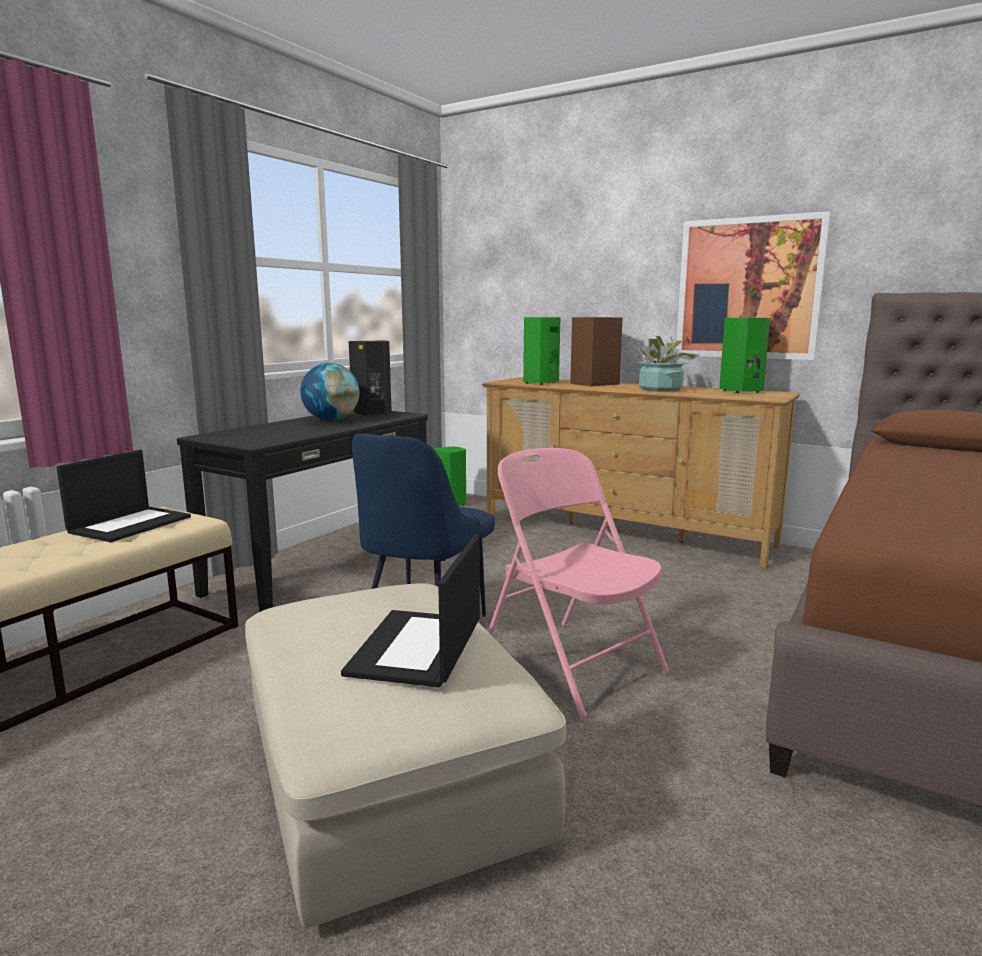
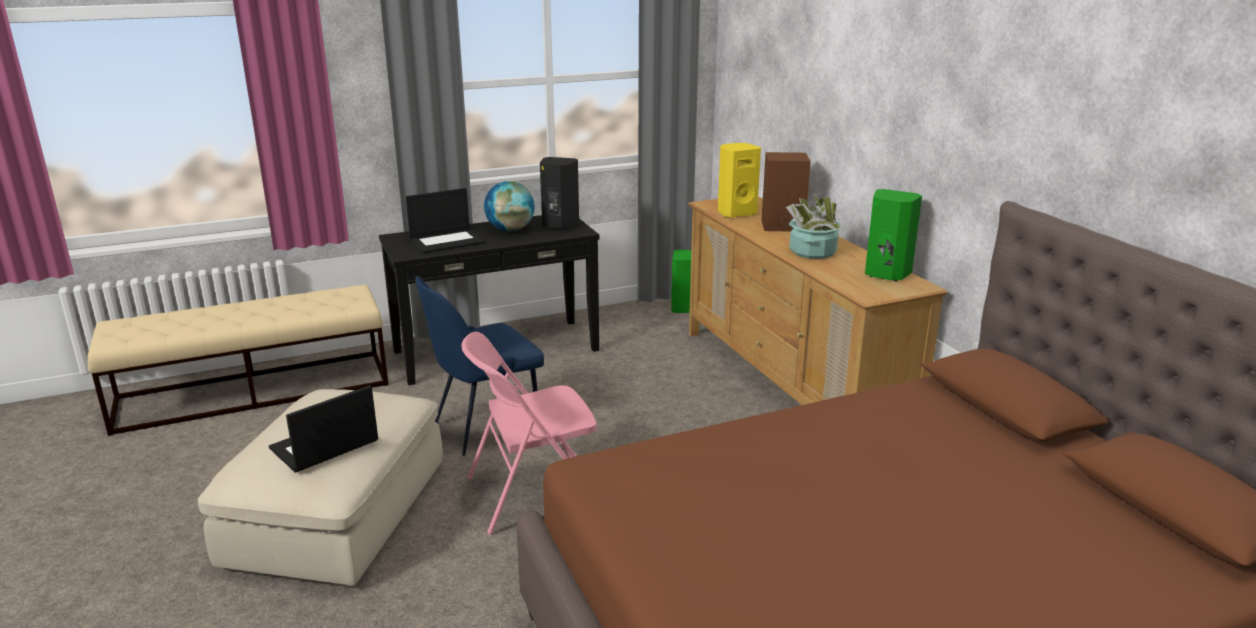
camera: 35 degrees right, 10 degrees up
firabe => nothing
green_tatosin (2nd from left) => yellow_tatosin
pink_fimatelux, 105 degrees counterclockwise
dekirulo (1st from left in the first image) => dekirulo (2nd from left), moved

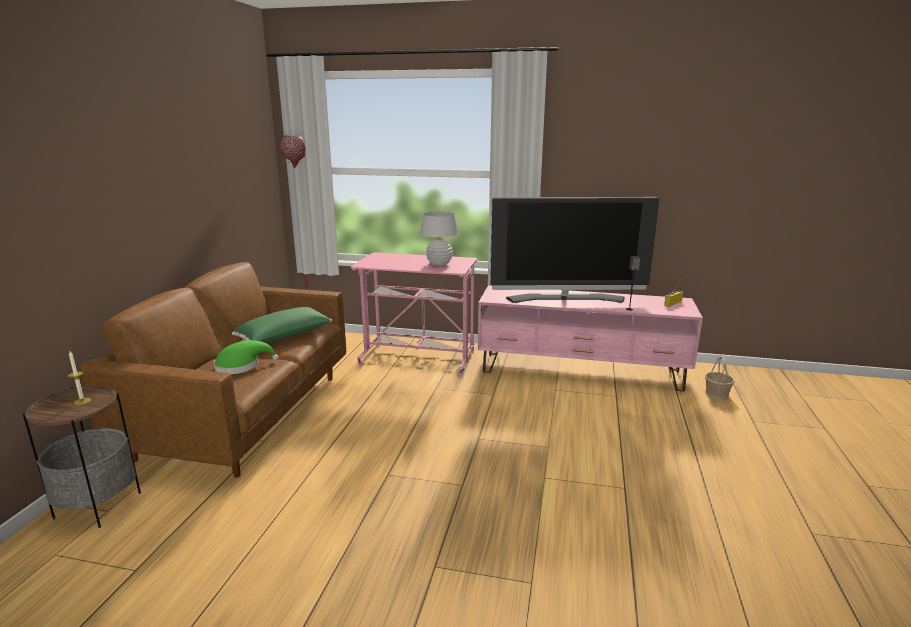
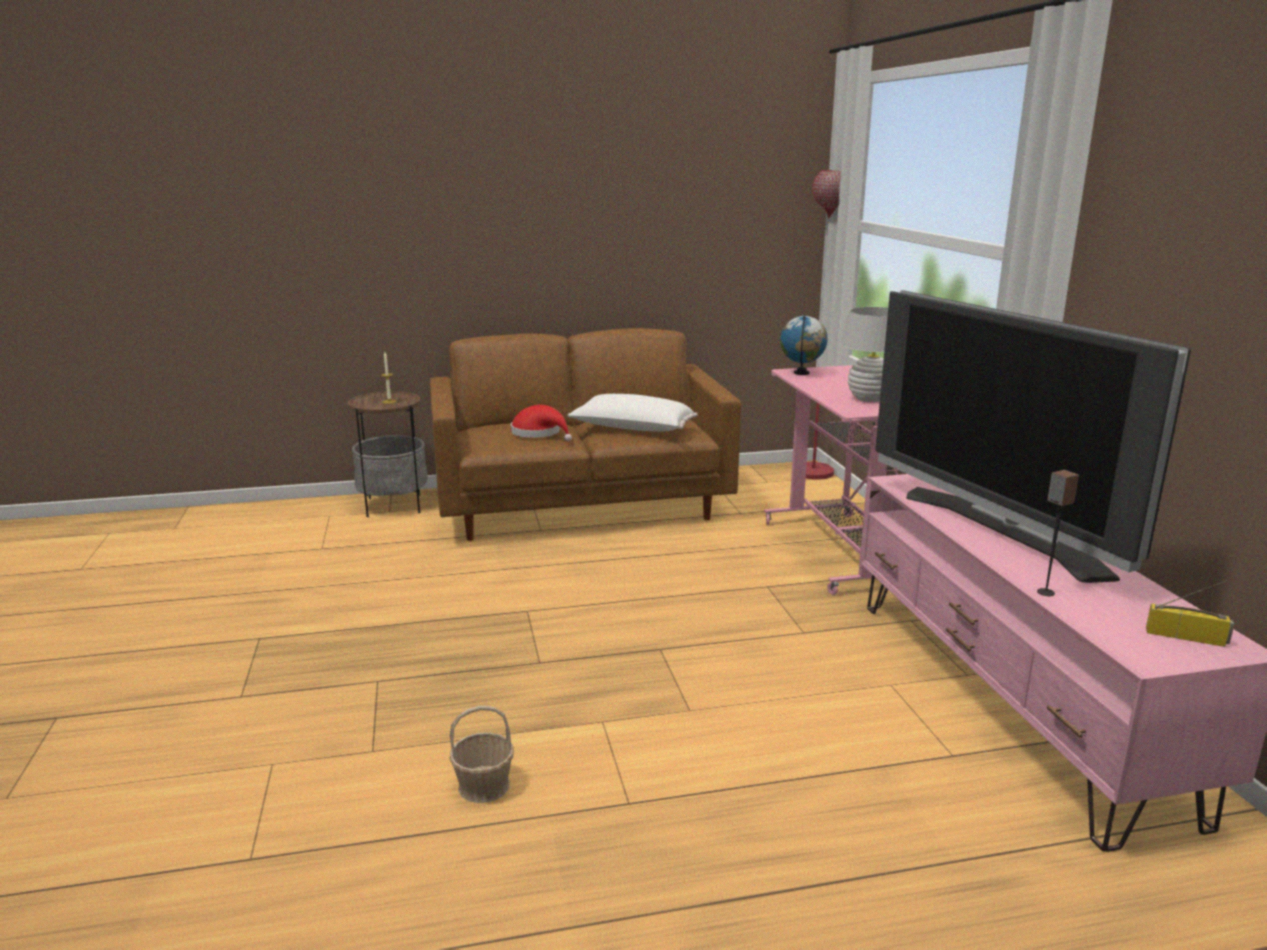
camera: 65 degrees right, 0 degrees up
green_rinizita => white_rinizita
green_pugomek => red_pugomek
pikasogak, moved
nothing => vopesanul

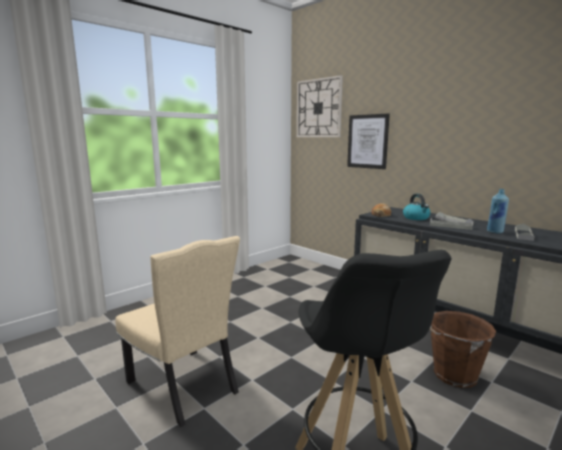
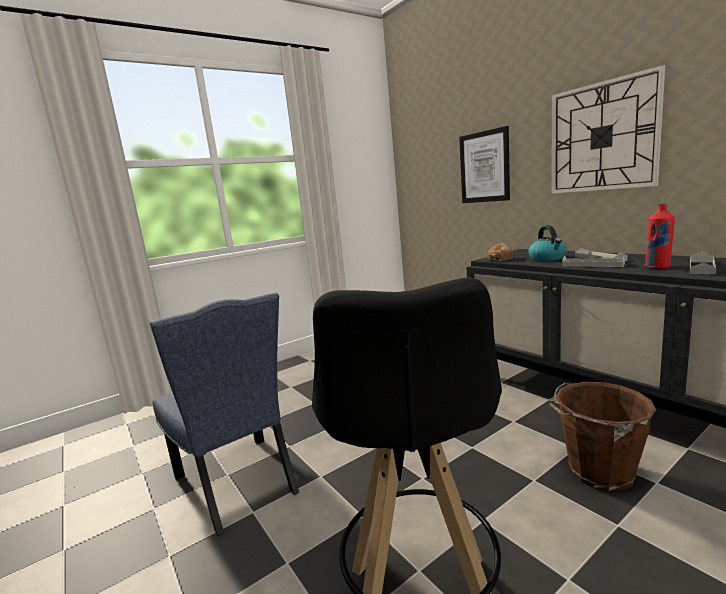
camera: 10 degrees right, 0 degrees up
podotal, moved
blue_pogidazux => red_pogidazux
beige_fimatelux => blue_fimatelux

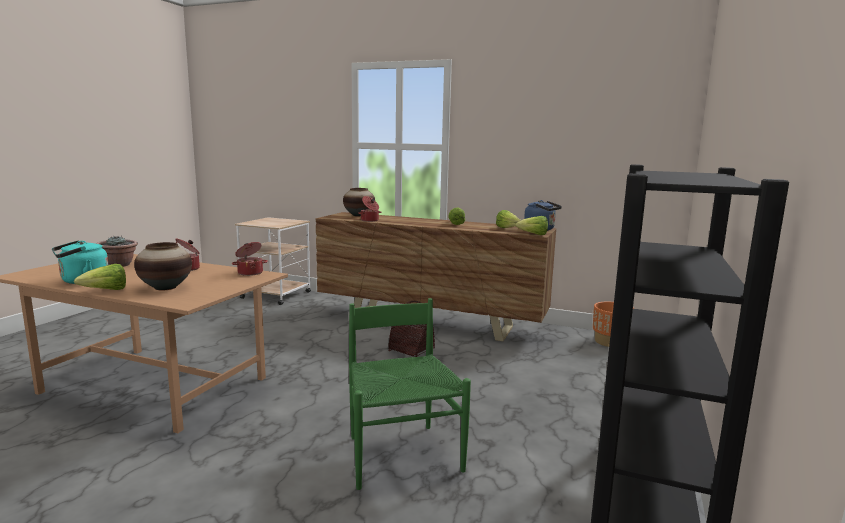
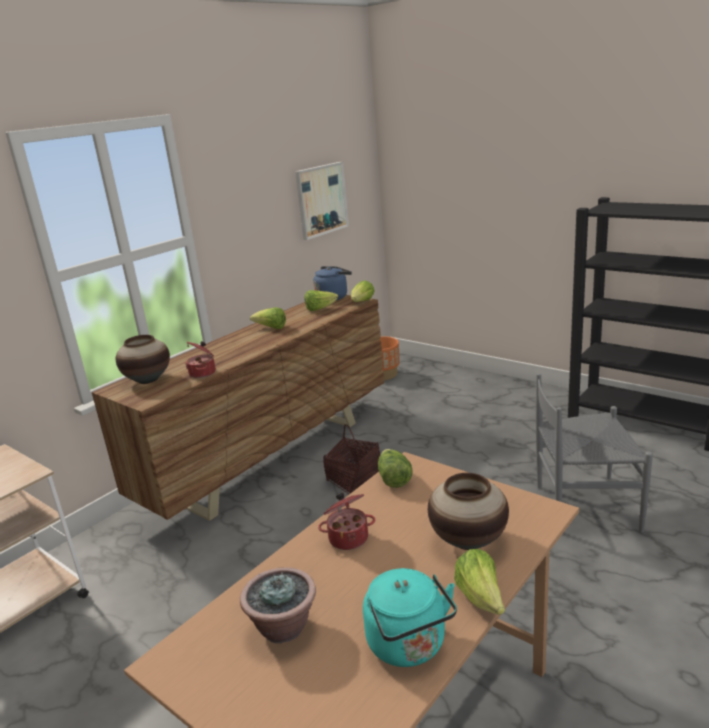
camera: 70 degrees left, 10 degrees up
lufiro (2nd from left) => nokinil (4th from left)
green_fimatelux => grey_fimatelux
nothing => firabe

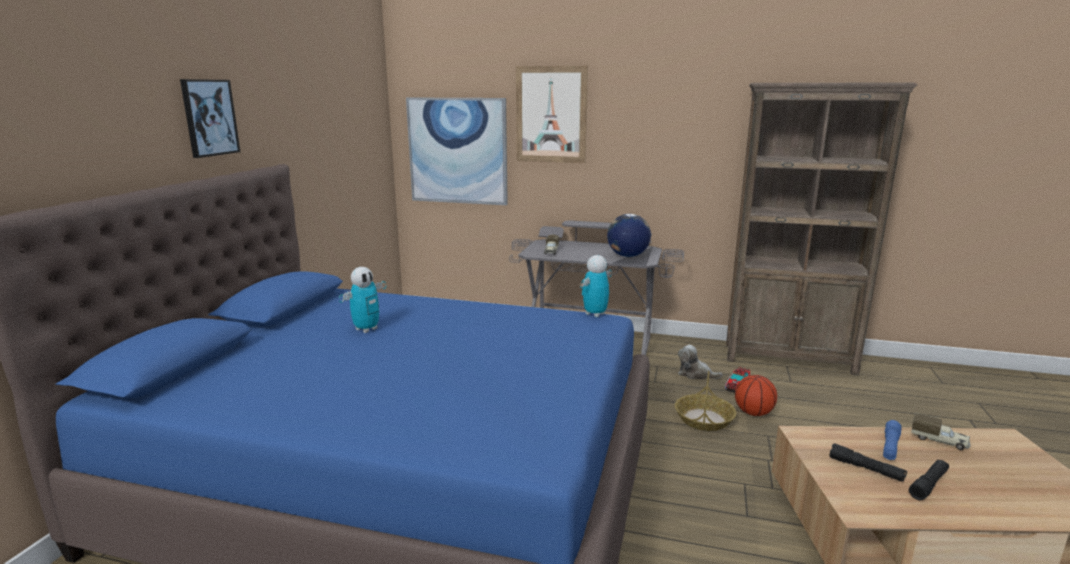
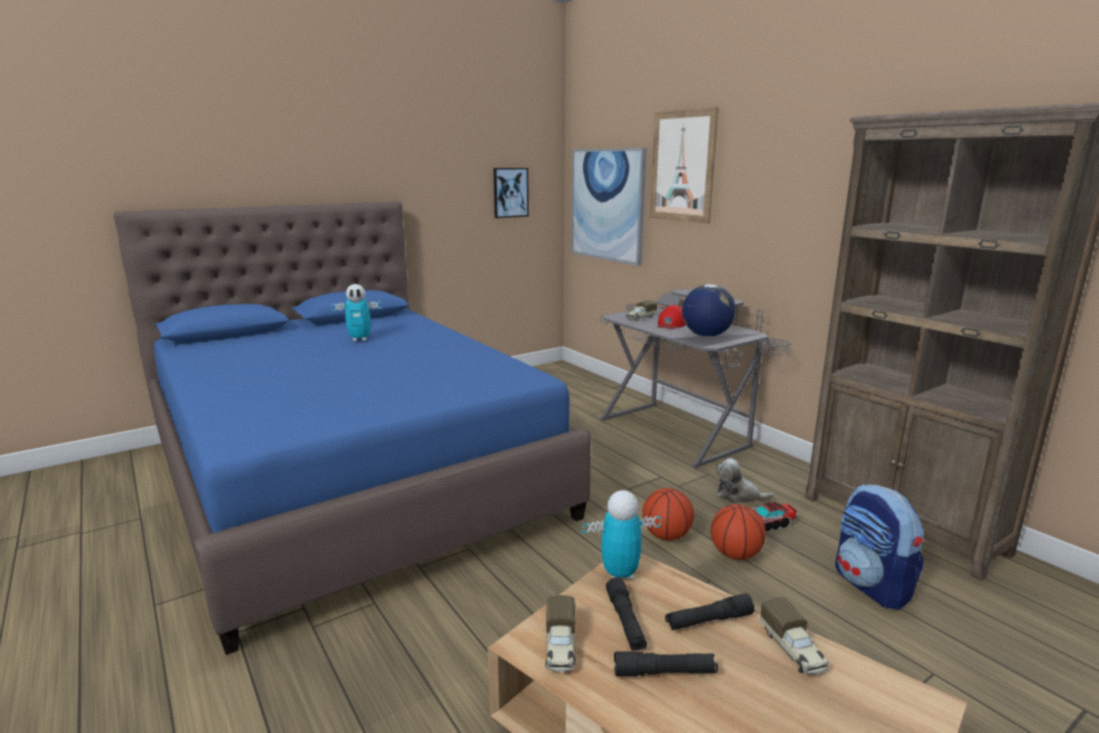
camera: 40 degrees right, 0 degrees up
firabe (1st from left), moved
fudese (2nd from left), moved
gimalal, 45 degrees counterclockwise
pikasogak => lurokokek (1st from left)
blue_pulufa => black_pulufa (3rd from left)
nothing => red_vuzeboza
nothing => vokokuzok
nothing => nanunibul (1st from left)

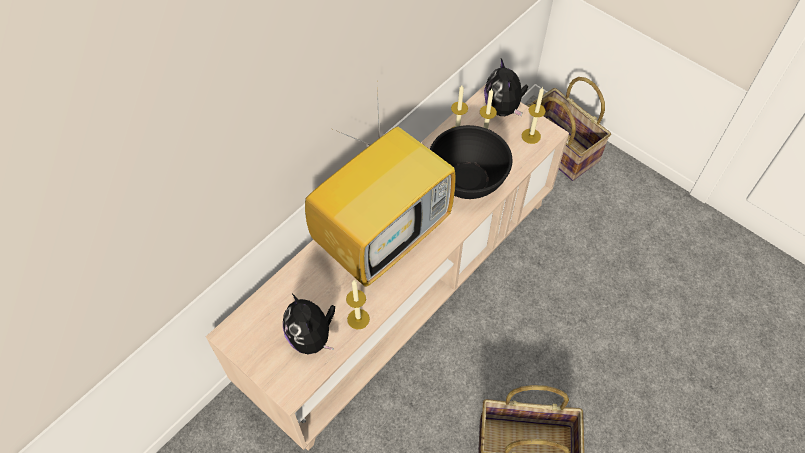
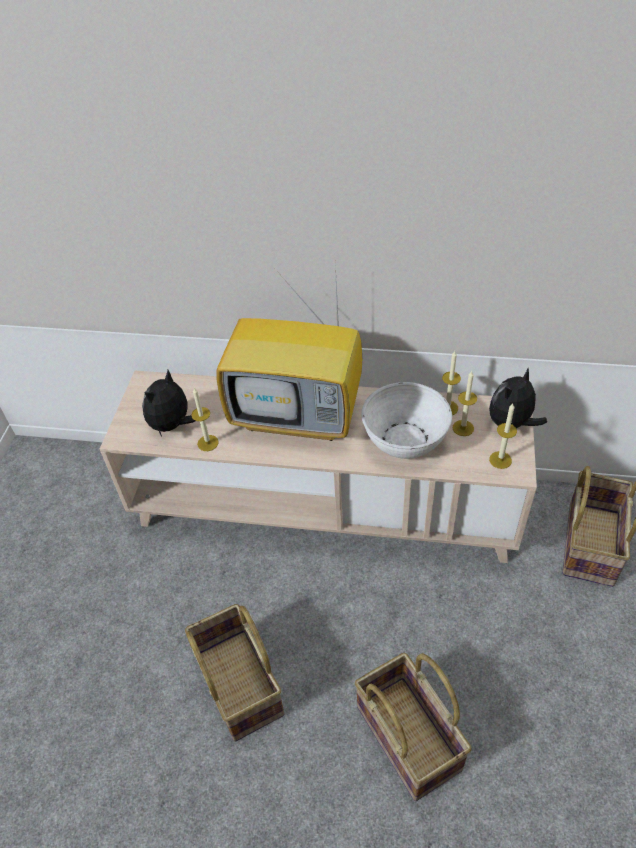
camera: 60 degrees right, 10 degrees down
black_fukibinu => white_fukibinu
nothing => pikasogak (2nd from left)

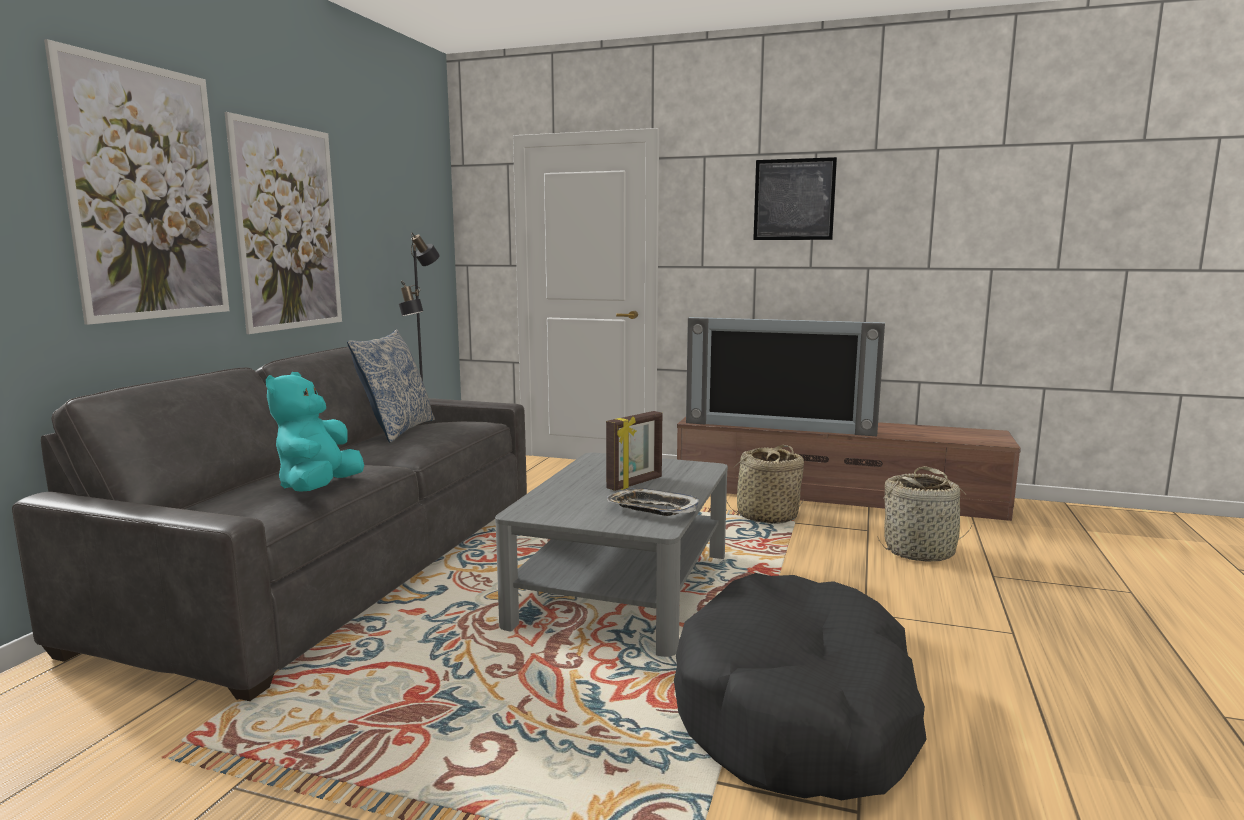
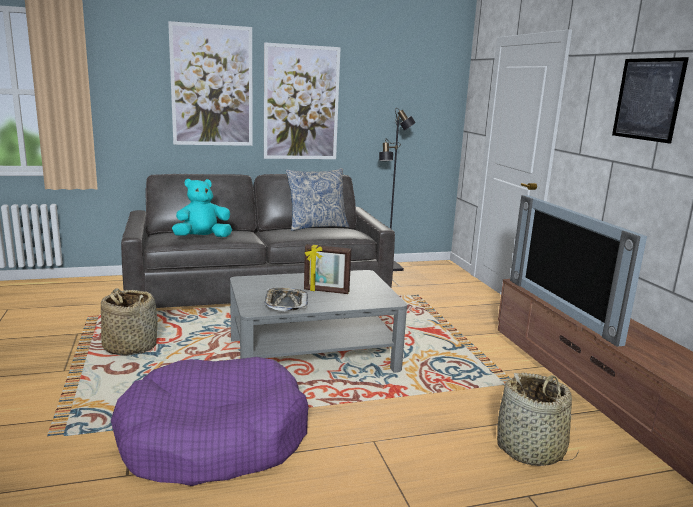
camera: 55 degrees right, 5 degrees up
pikasogak (1st from left), moved
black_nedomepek => purple_nedomepek

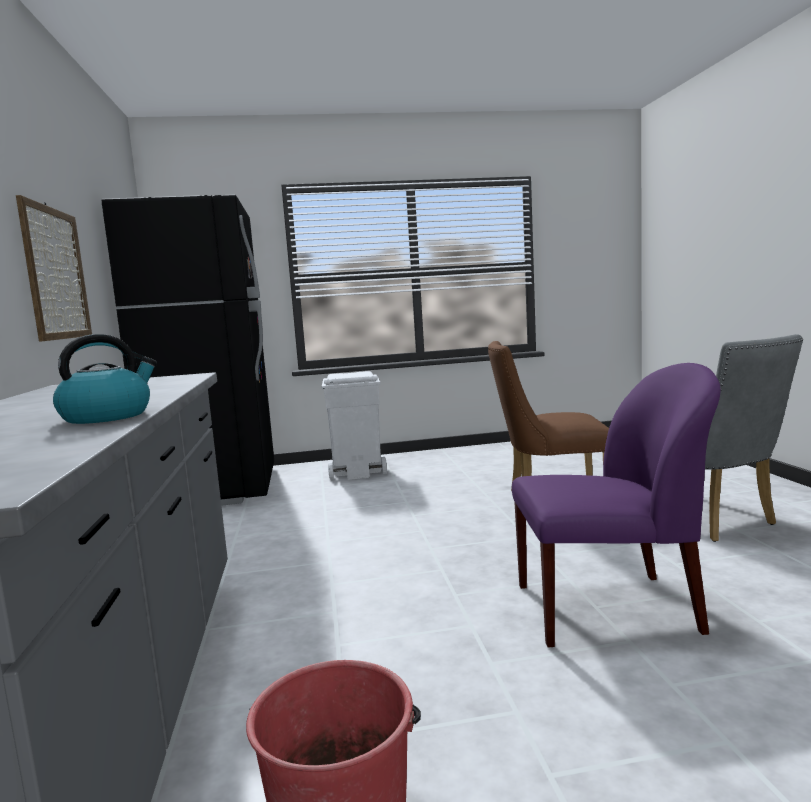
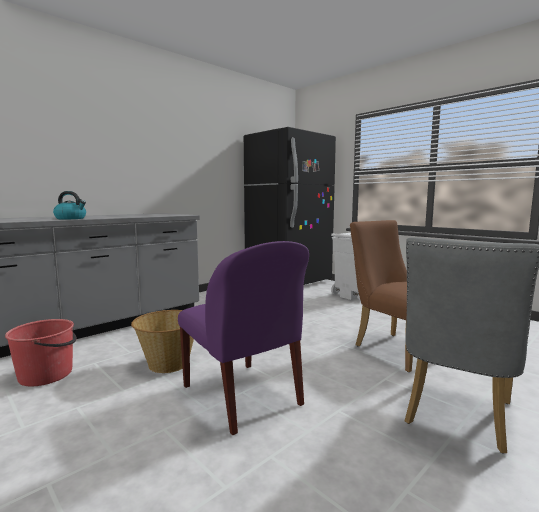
camera: 55 degrees right, 0 degrees up
firabe => nothing
nothing => pikasogak

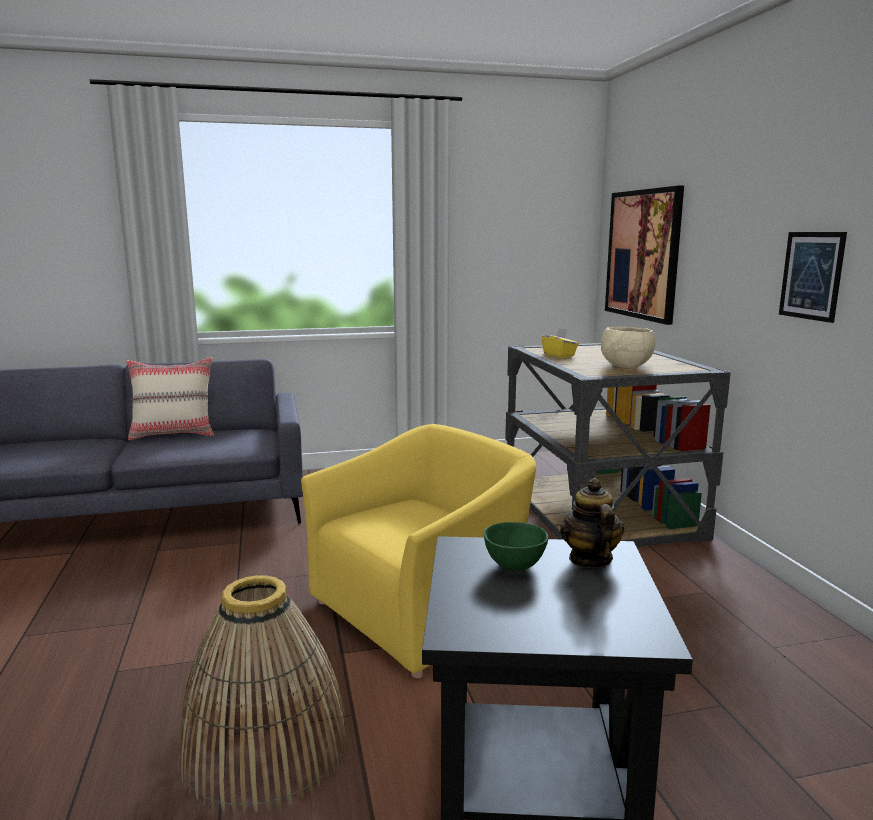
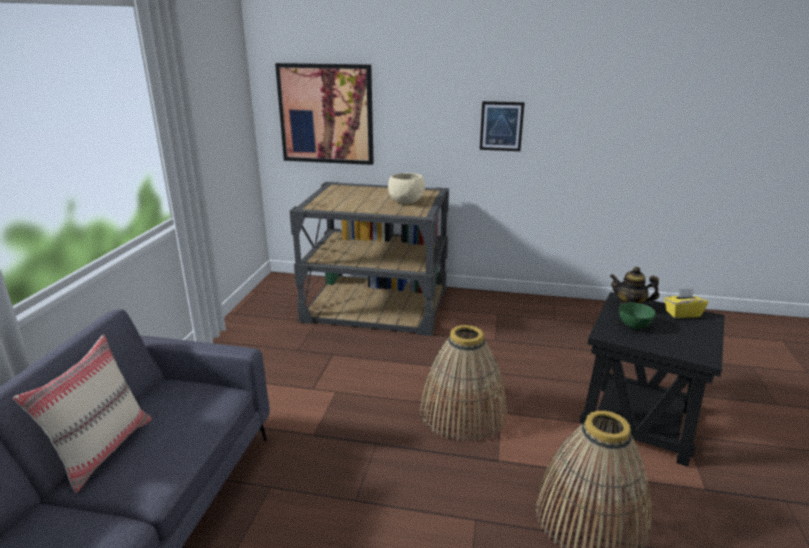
camera: 65 degrees left, 10 degrees up
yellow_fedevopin, moved
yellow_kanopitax => pikasogak (1st from left)

